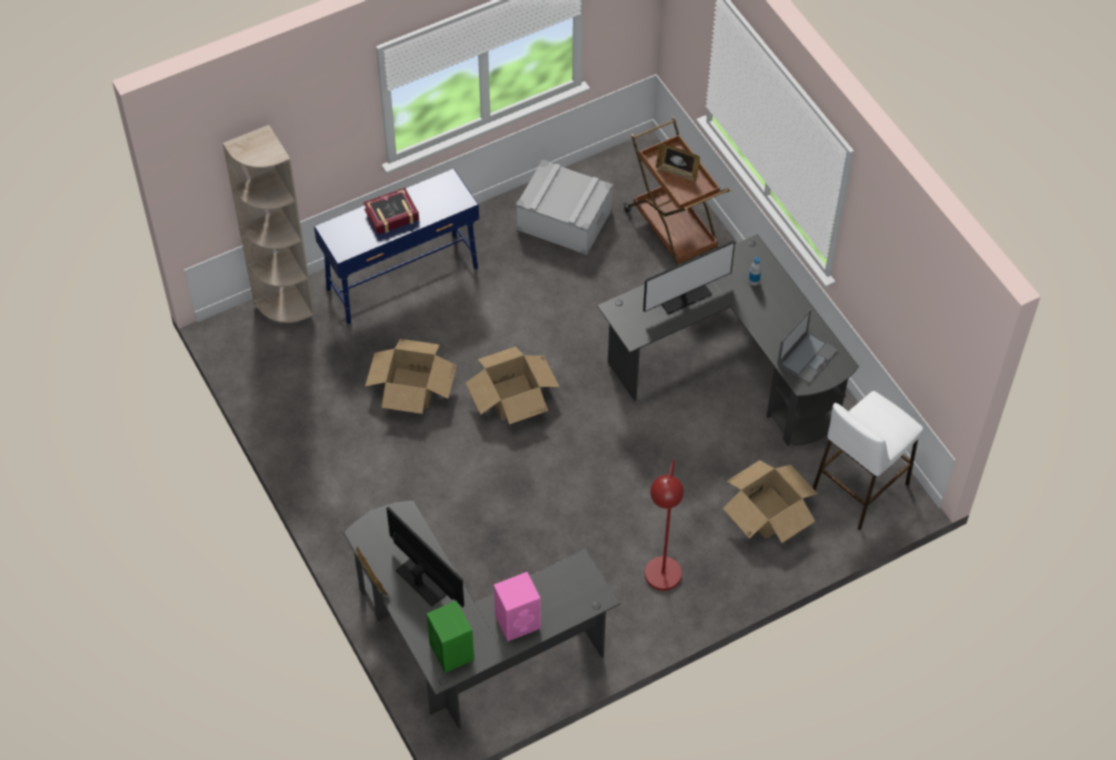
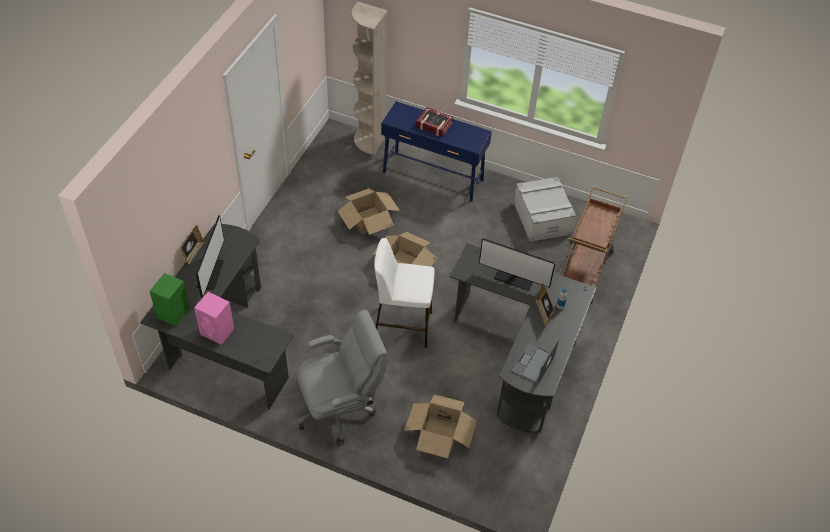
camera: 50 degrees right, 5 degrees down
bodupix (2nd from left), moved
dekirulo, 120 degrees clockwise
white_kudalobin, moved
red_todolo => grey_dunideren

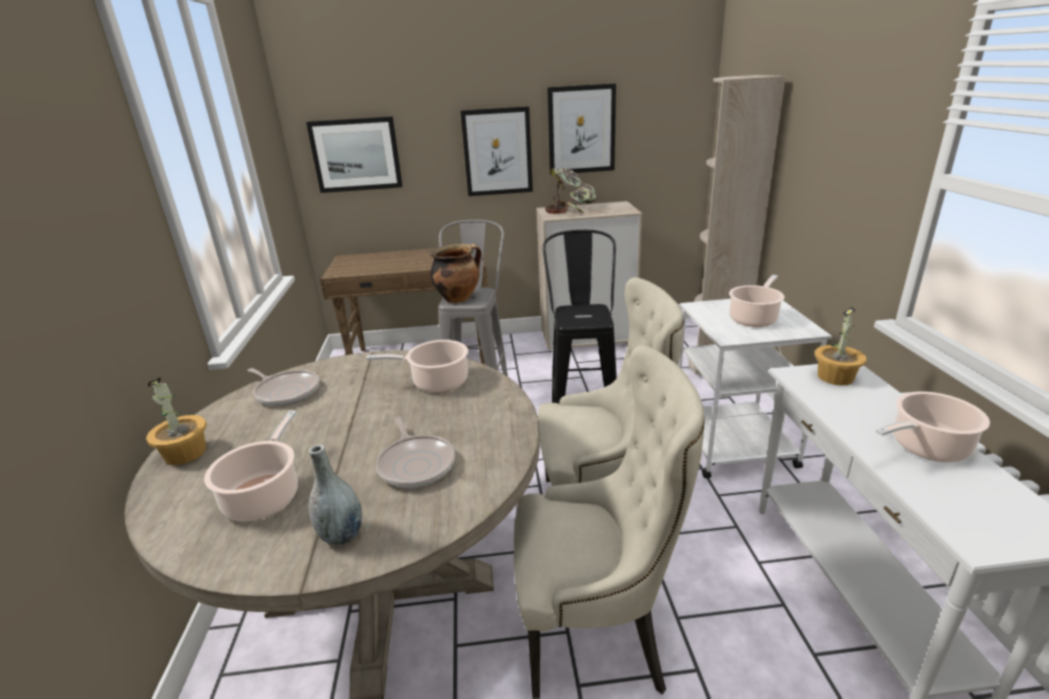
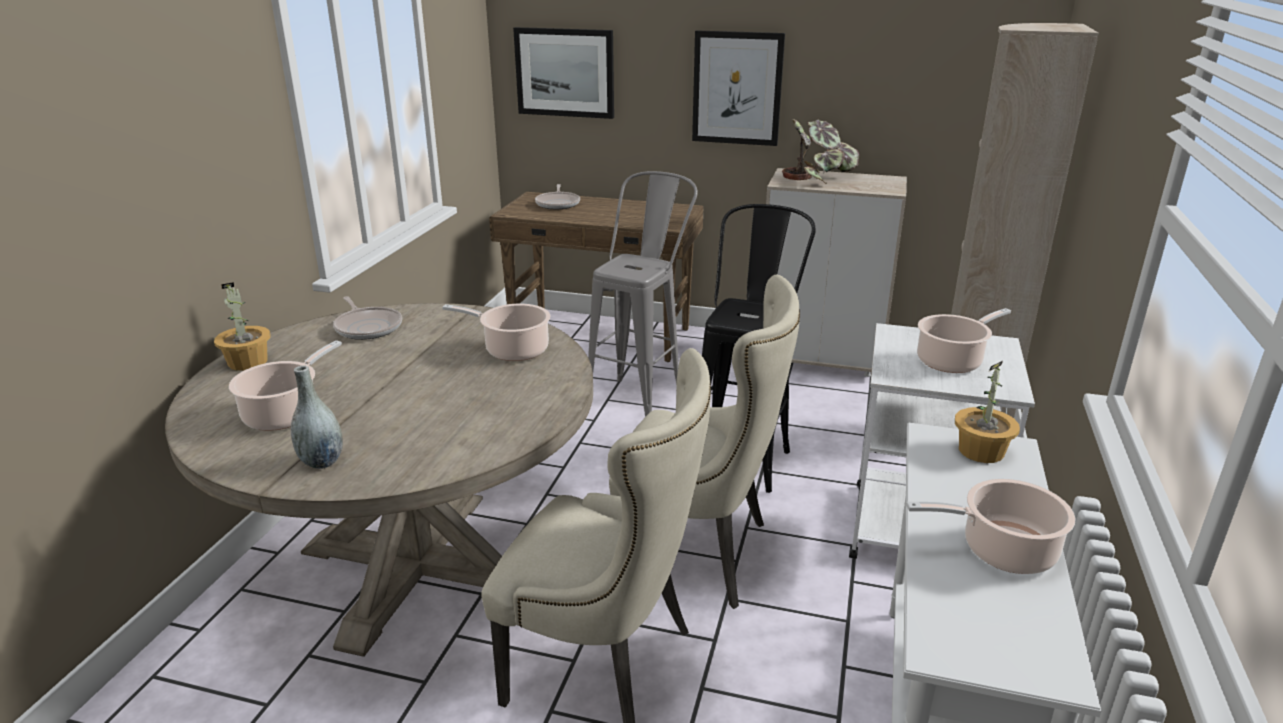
camera: 20 degrees right, 0 degrees up
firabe (3rd from left) => nothing
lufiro (3rd from left) => nothing
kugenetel (2nd from left), moved

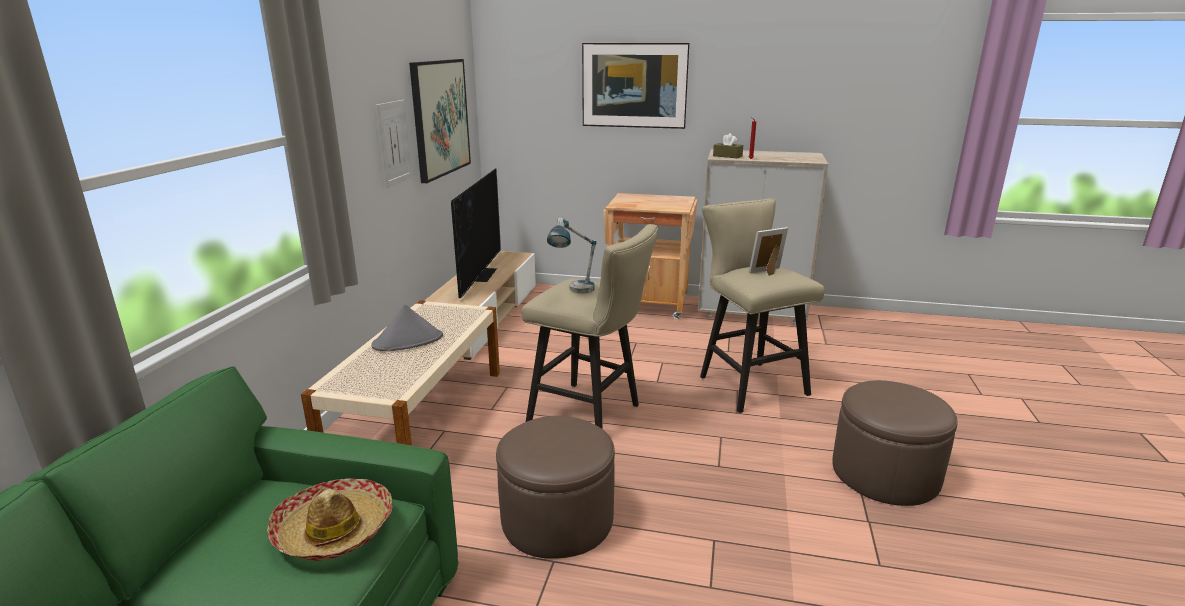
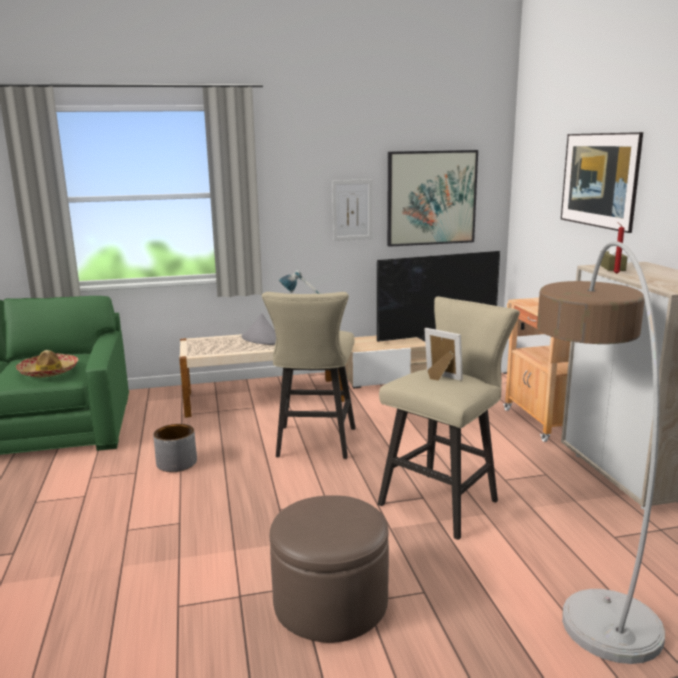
camera: 65 degrees right, 5 degrees down
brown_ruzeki (1st from left) => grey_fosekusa
nothing => todolo

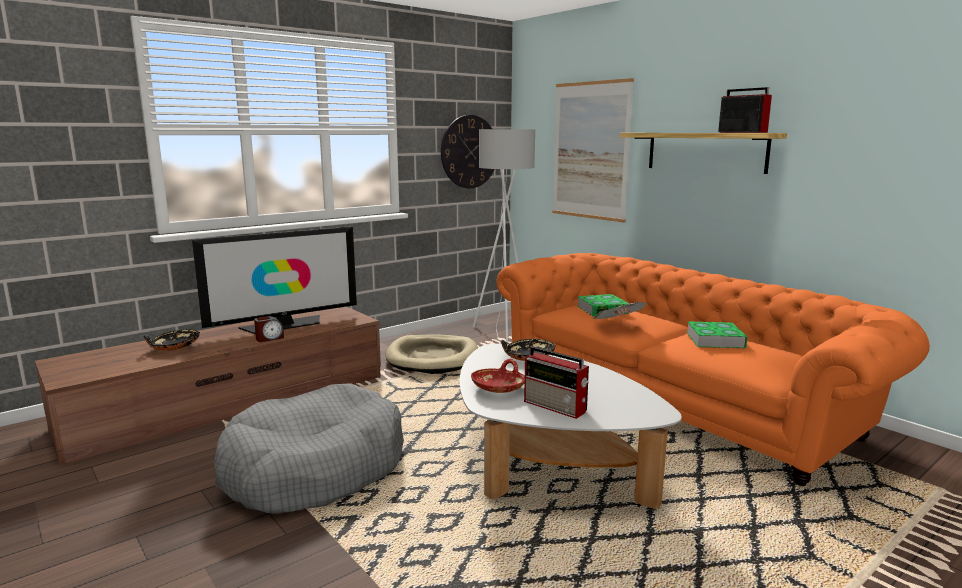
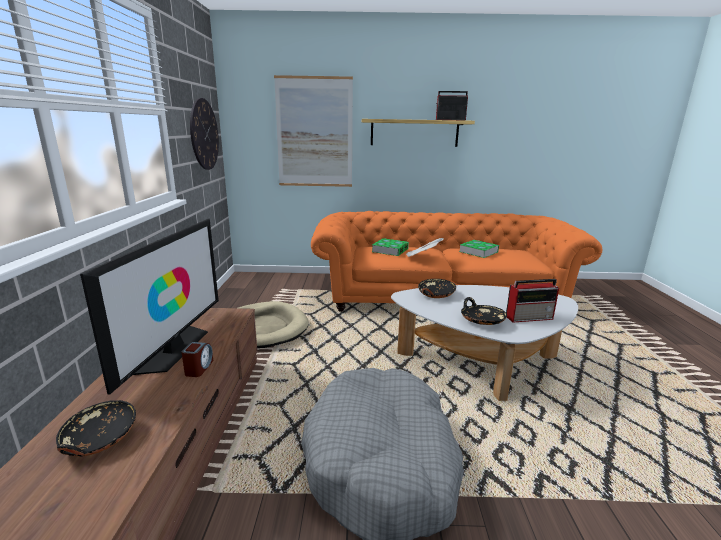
camera: 50 degrees left, 5 degrees up
white_todolo => nothing
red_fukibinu => black_fukibinu (3rd from left)

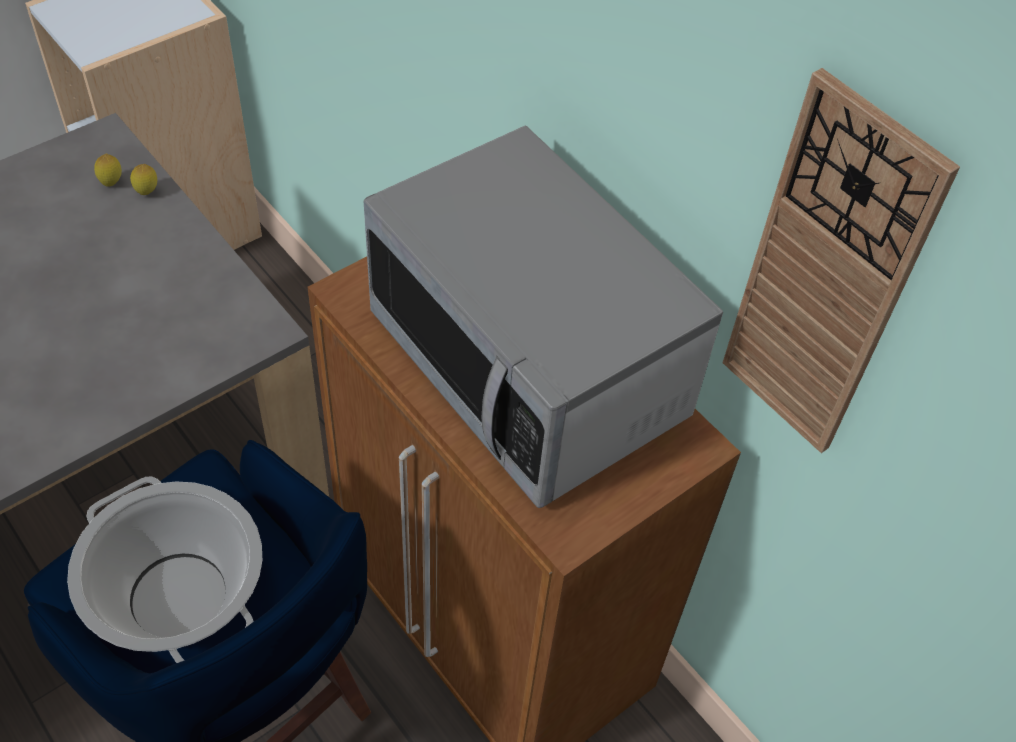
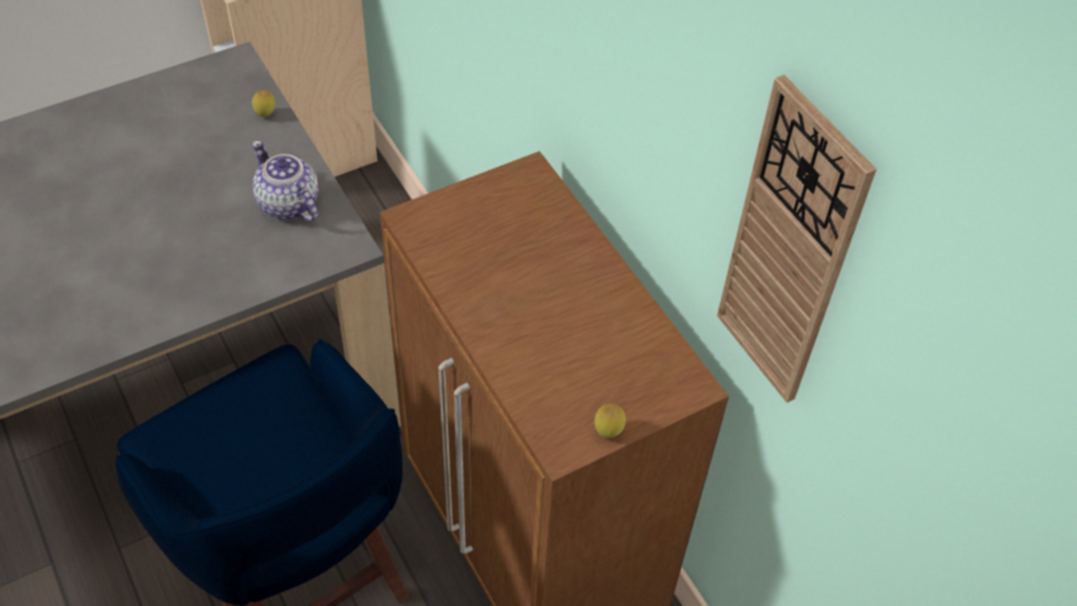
camera: 10 degrees right, 0 degrees up
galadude => nothing
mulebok (1st from left in the first image) => mulebok (2nd from left), moved
lufiro => nothing
nothing => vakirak

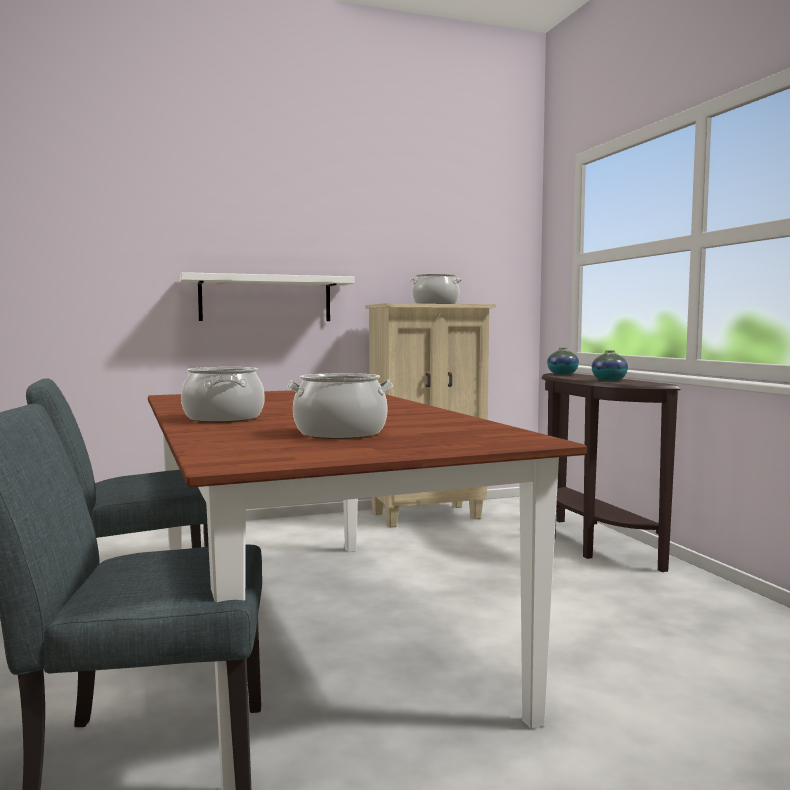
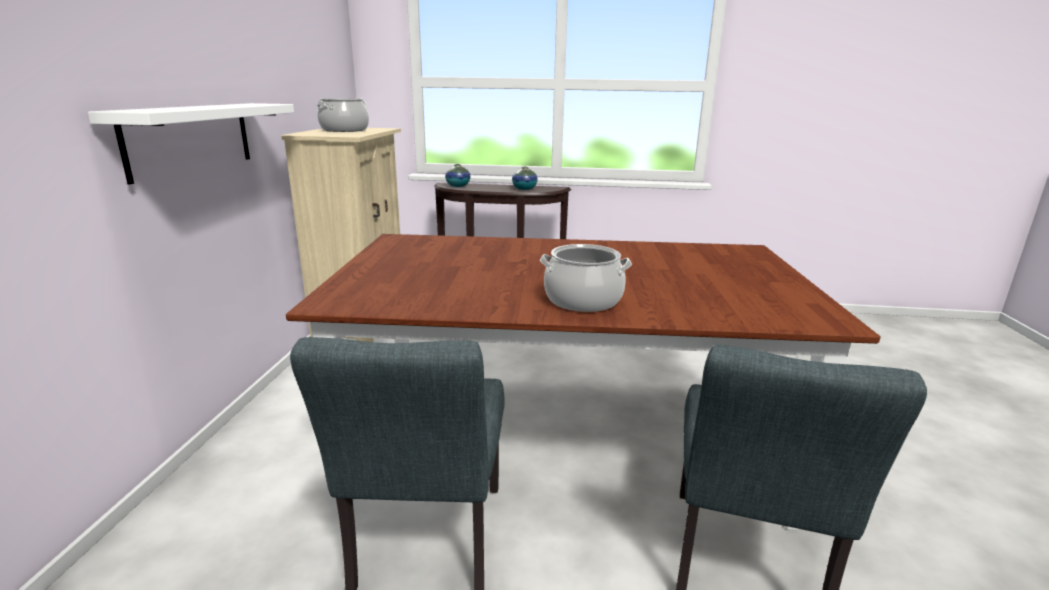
camera: 65 degrees left, 15 degrees up
lufiro (2nd from left) => nothing

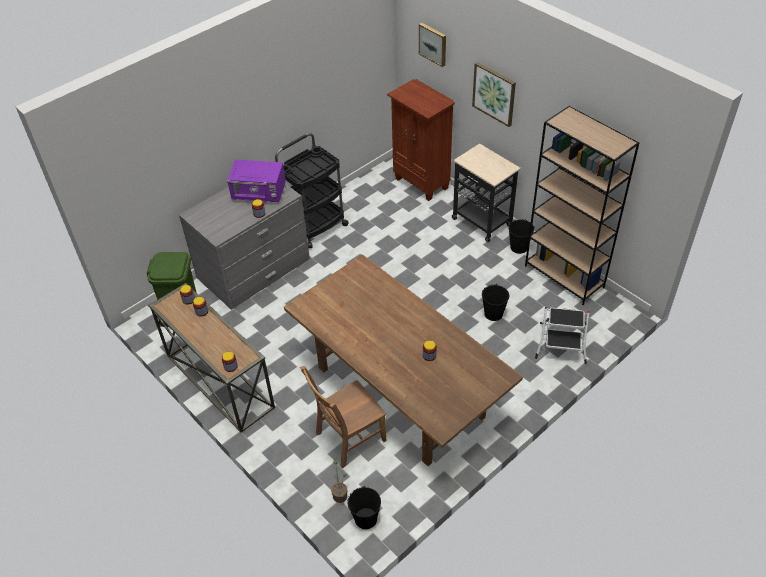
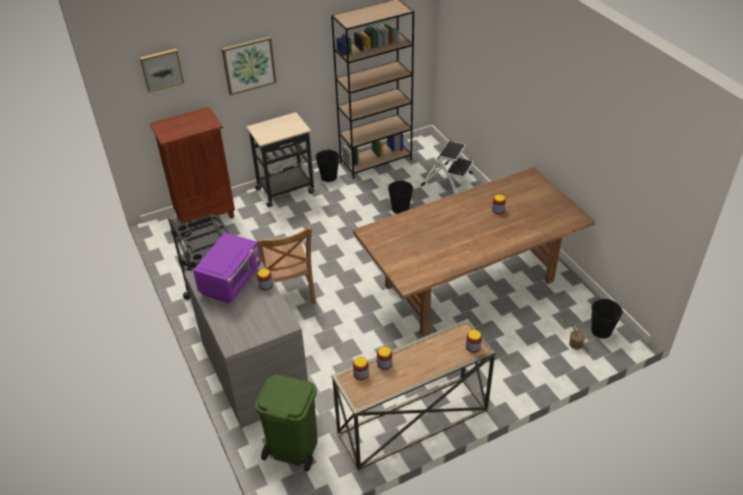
camera: 75 degrees left, 5 degrees down
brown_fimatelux, moved

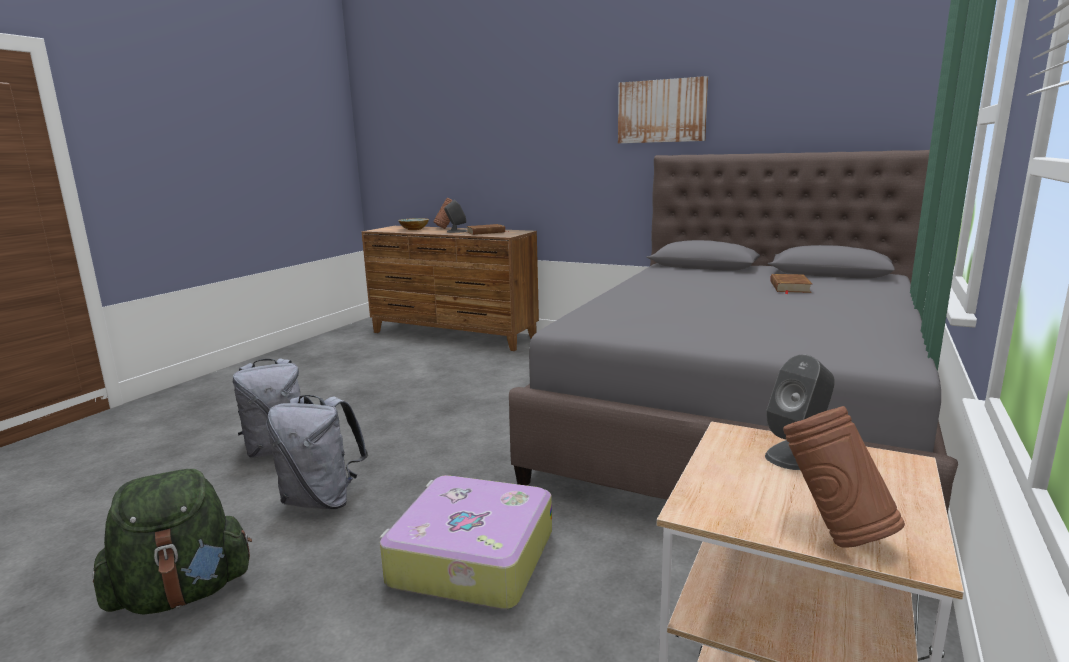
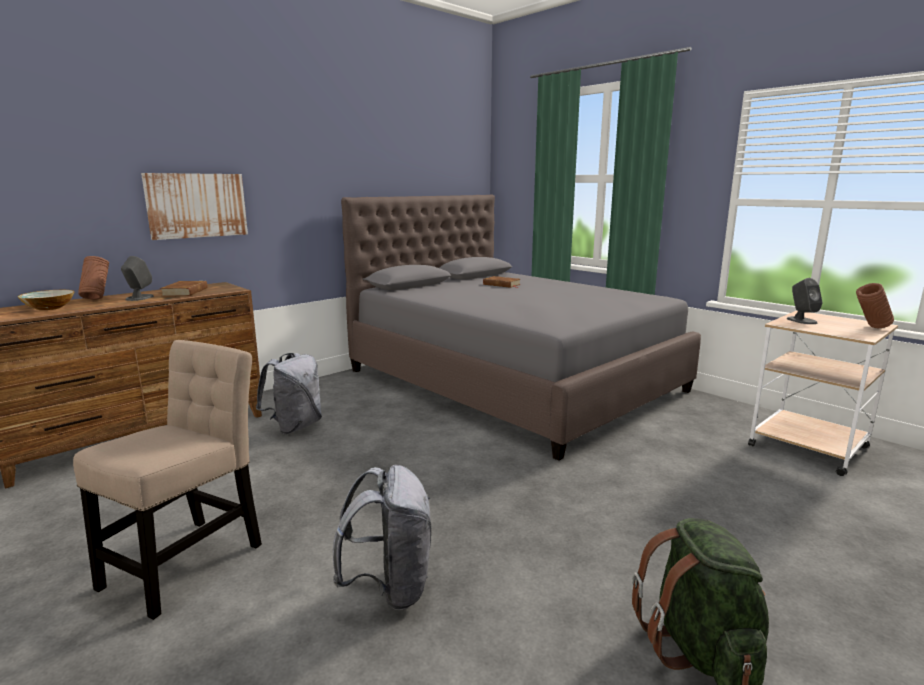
camera: 70 degrees left, 0 degrees up
firabe, moved
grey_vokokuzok (2nd from left in the first image) => grey_vokokuzok (1st from left), moved
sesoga => nothing
nothing => beige_fimatelux

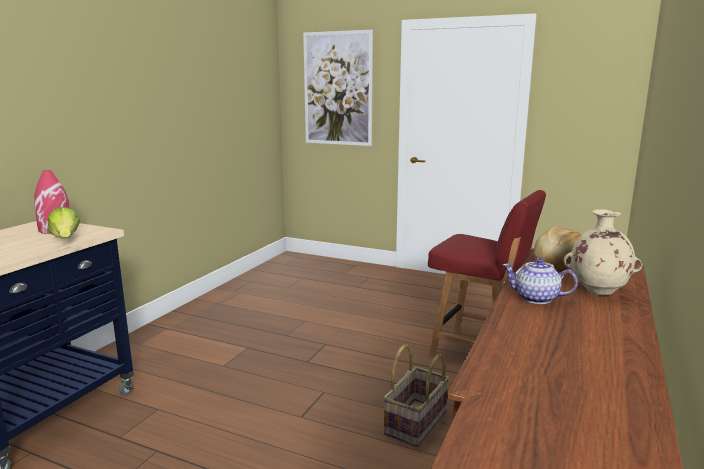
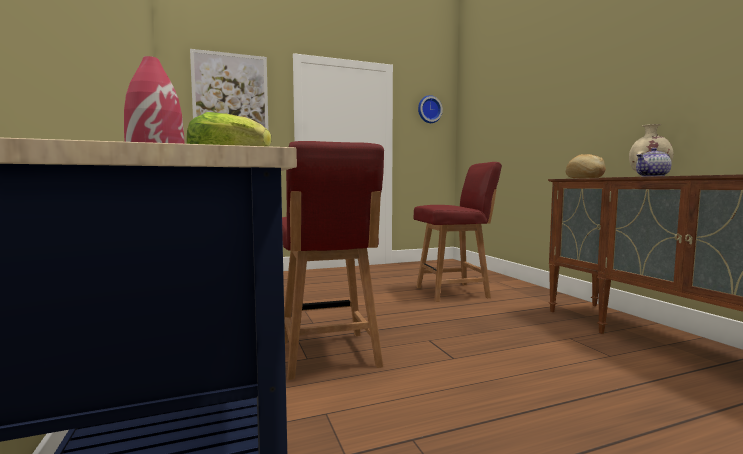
camera: 45 degrees left, 10 degrees down
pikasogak => nothing
nothing => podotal
nothing => red_fimatelux (1st from left)

